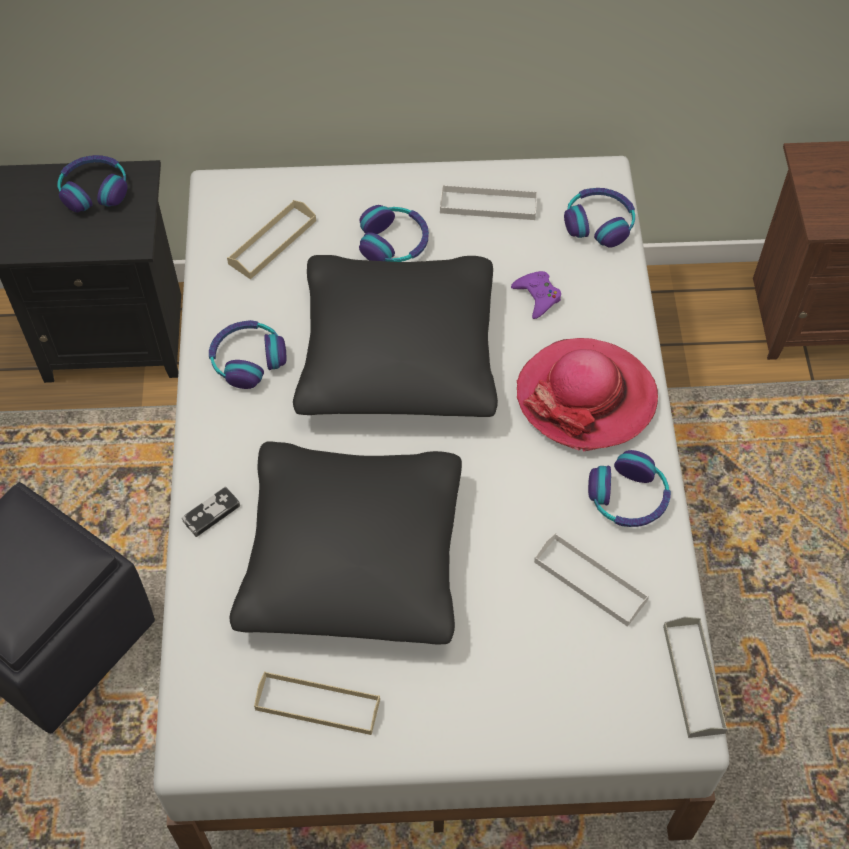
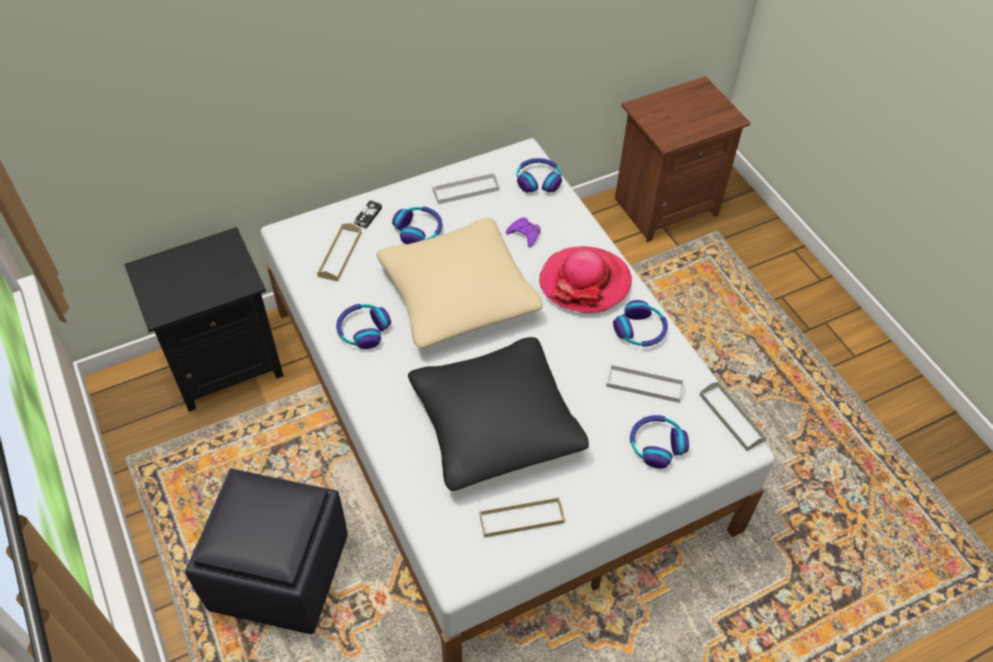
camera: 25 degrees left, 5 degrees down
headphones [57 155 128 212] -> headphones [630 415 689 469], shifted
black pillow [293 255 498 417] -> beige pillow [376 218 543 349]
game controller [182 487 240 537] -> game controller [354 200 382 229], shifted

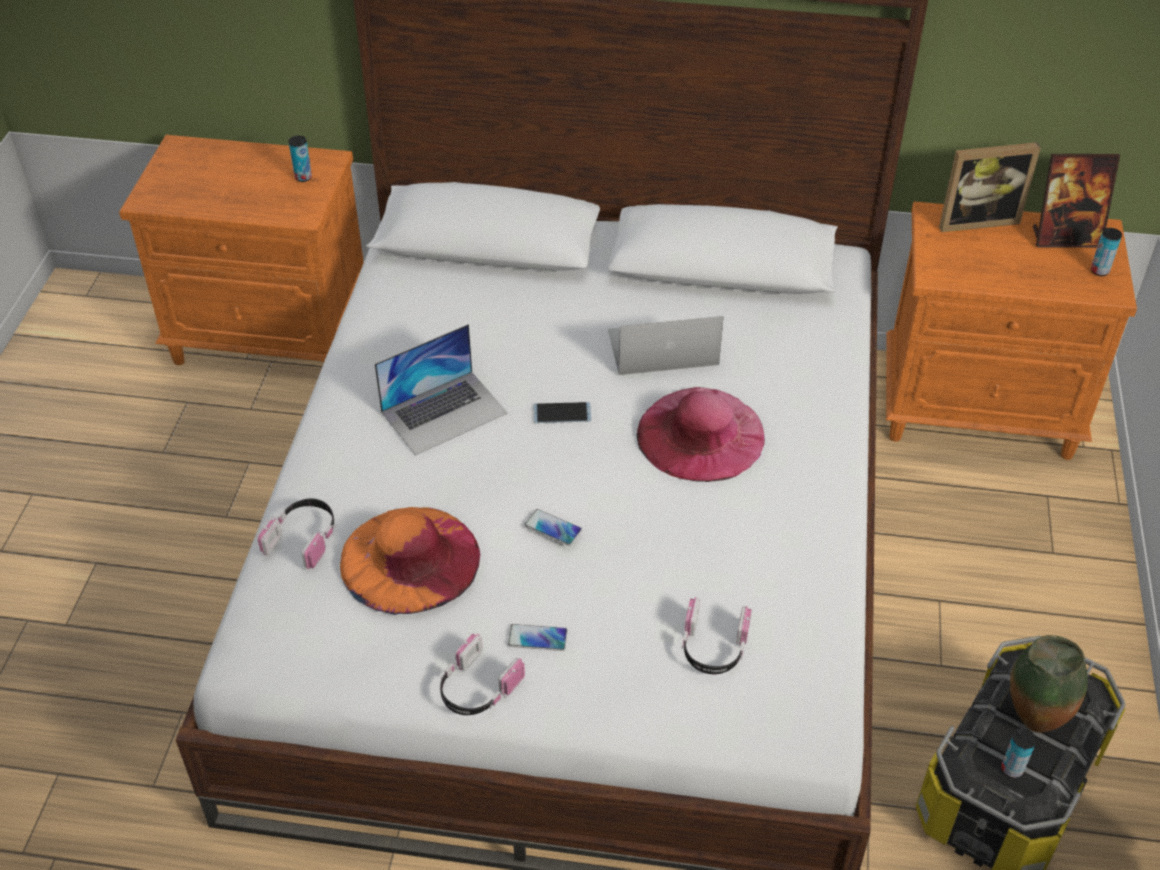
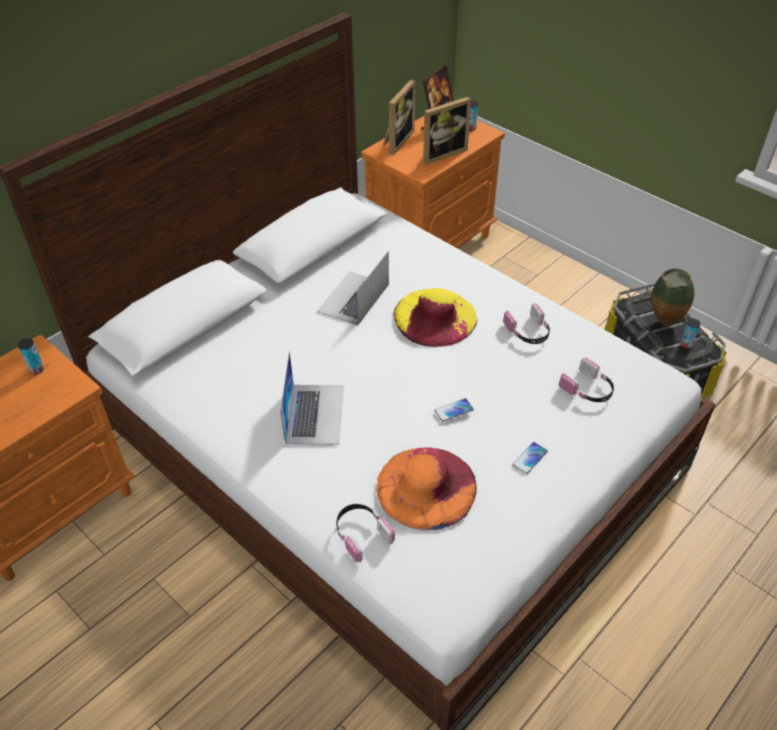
camera: 55 degrees left, 0 degrees up
pink hat [636 387 765 482] -> yellow hat [393 288 477 347]
phone [534 402 591 423] -> none
headphones [440 634 525 715] -> headphones [503 303 550 344], shifted
none -> picture frame [423 97 471 165]

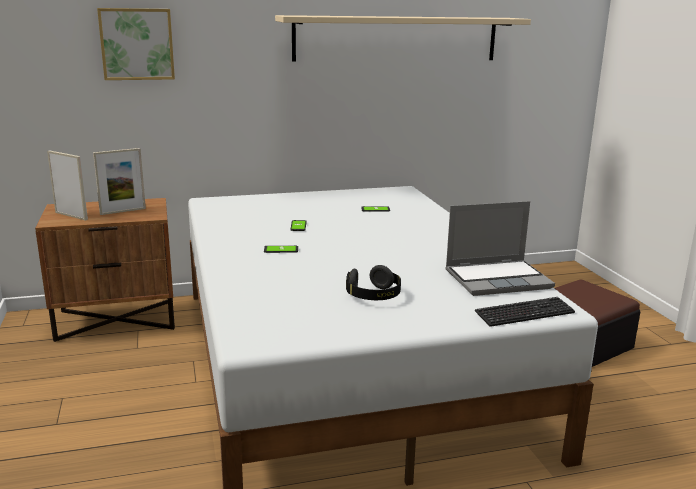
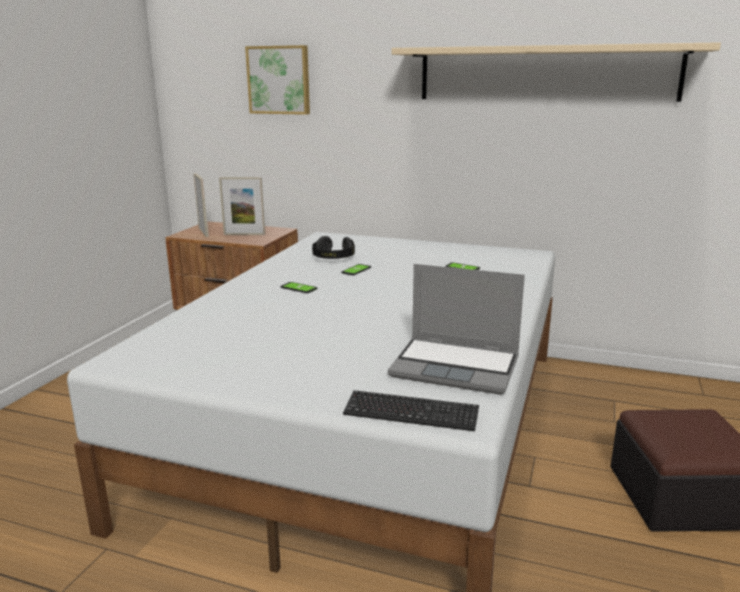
camera: 35 degrees right, 0 degrees up
black headphones [346 265 401 300] -> black headphones [312 236 355 259], shifted

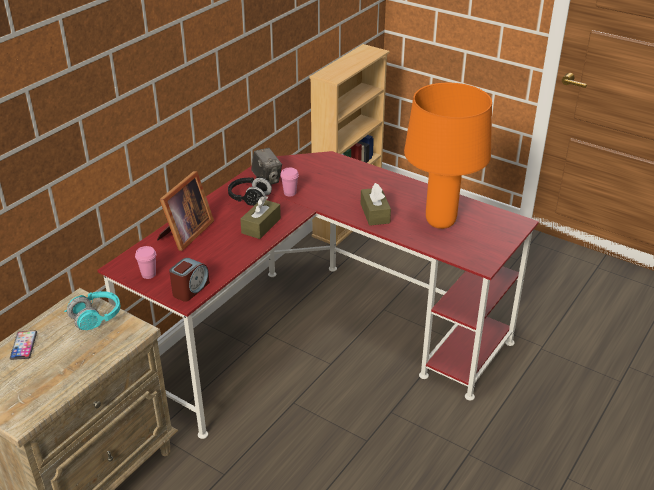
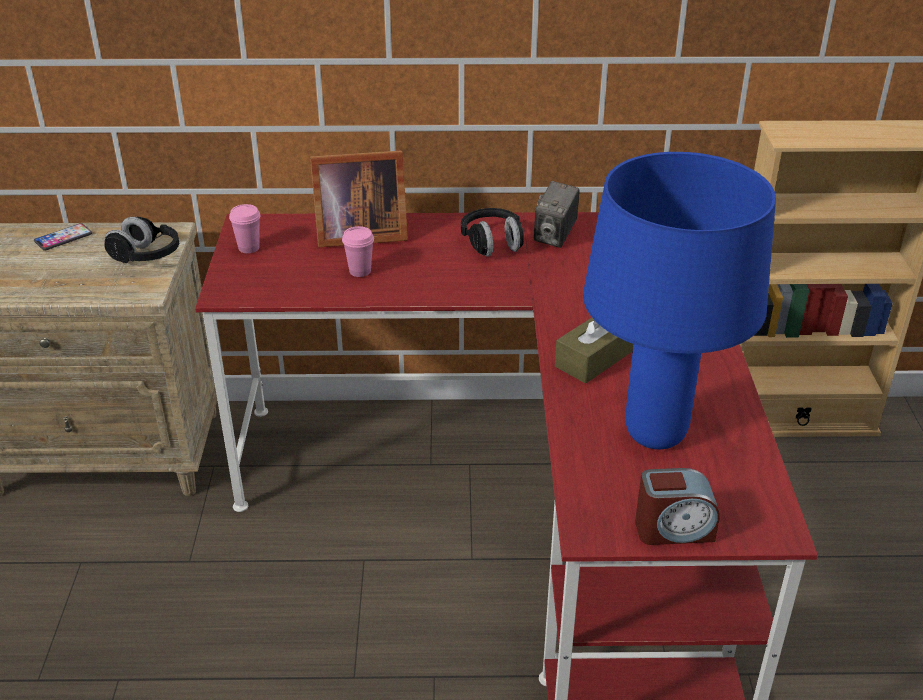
camera: 55 degrees right, 0 degrees up
orange table lamp [404 83 492 229] -> blue table lamp [583 152 776 449]
pink cup [280 168 299 196] -> pink cup [342 226 374 277], shifted
brown tissue box [240 195 281 239] -> none
alarm clock [169 258 210 302] -> alarm clock [635 468 720 545], shifted
turquoise headphones [64 291 120 330] -> black headphones [105 217 179 263]

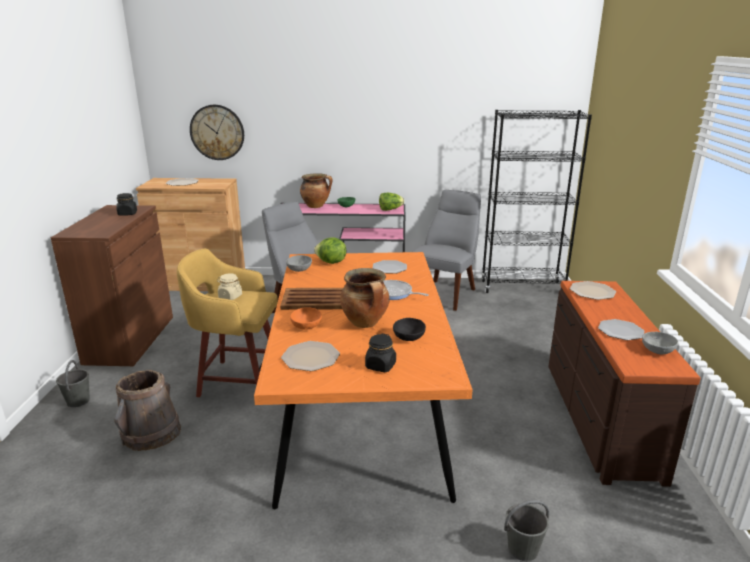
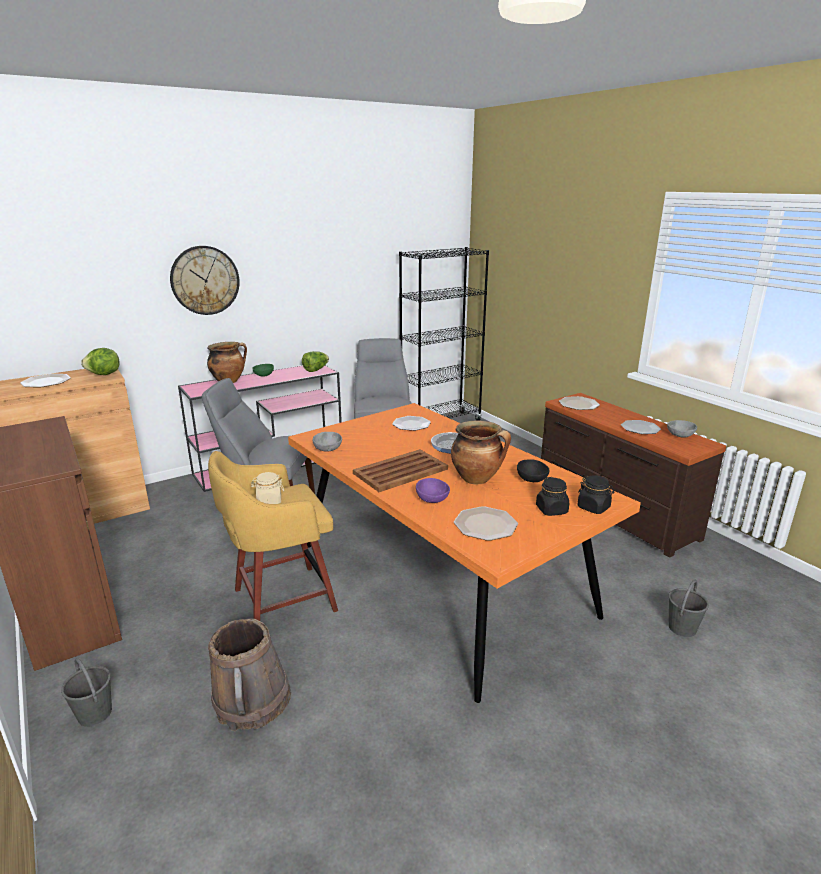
camera: 35 degrees left, 0 degrees up
wall clock [190 105 244 160] -> wall clock [170 246 240 315], shifted
black jar [116 193 137 216] -> black jar [578 475 614 514], shifted
lettuce [314 237 346 264] -> lettuce [81 348 120 375], shifted
orange bowl [290 307 322 330] -> purple bowl [416 478 450 503]

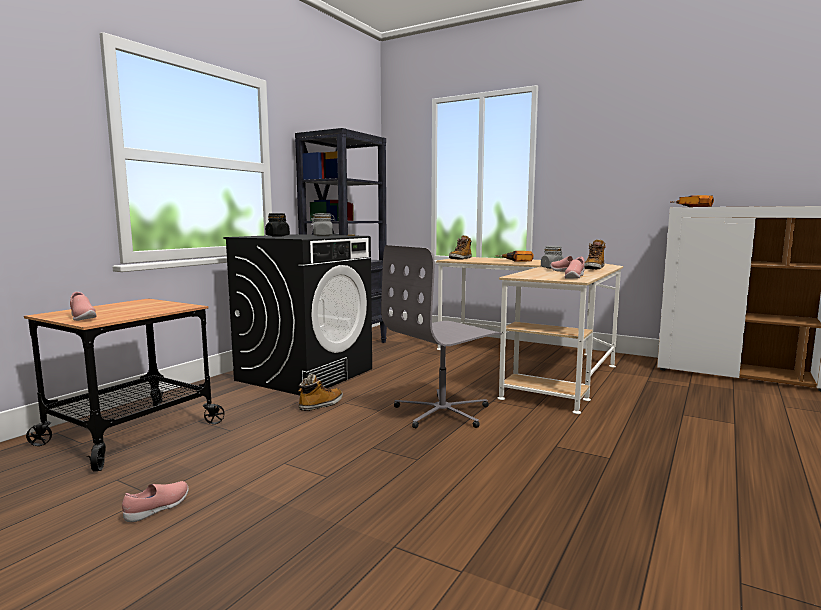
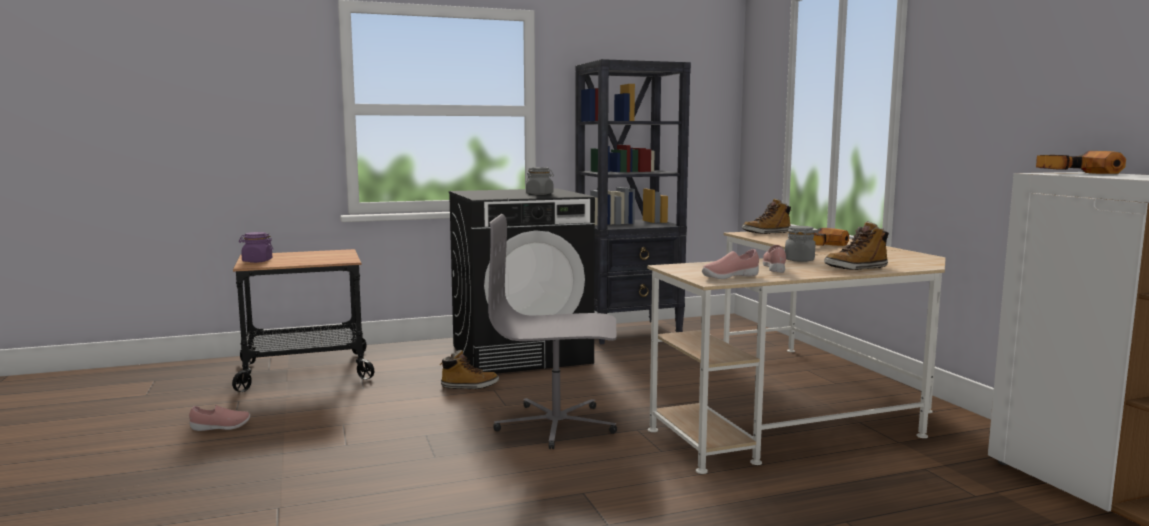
camera: 40 degrees right, 0 degrees up
black jar [265 213 290 237] -> none
pink shoe [70 292 97 321] -> purple jar [239 232 274 263]

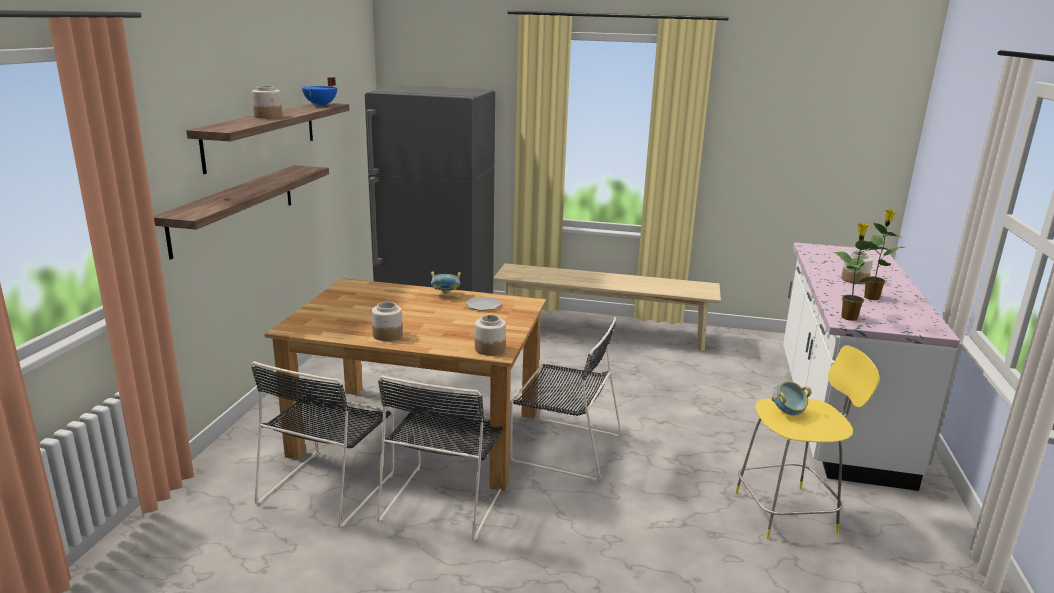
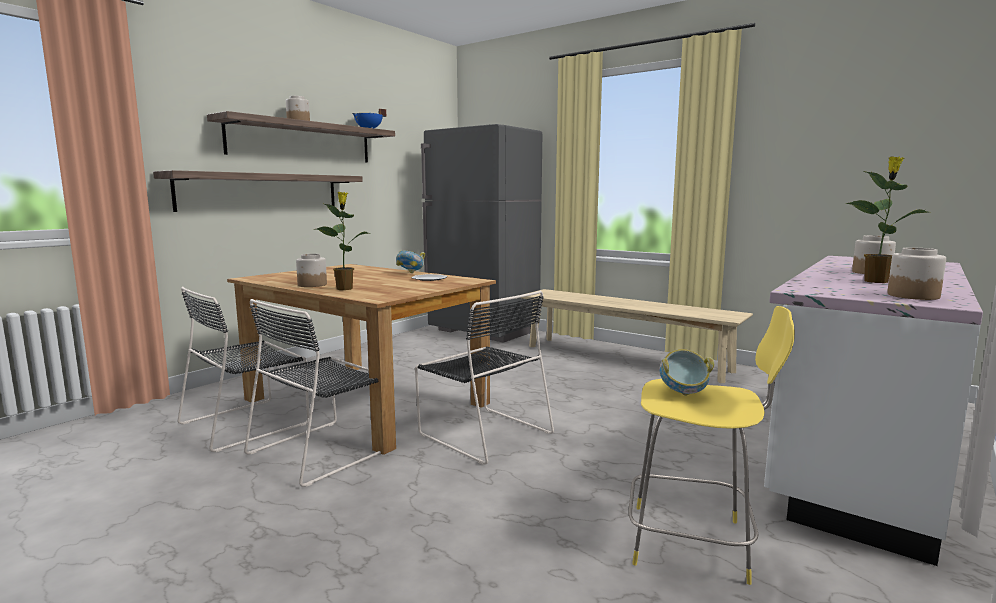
camera: 25 degrees right, 10 degrees down
potted plant [834 223 890 321] -> potted plant [314 192 369 290], shifted
jar [475 315 506 356] -> jar [887 247 946 300], shifted

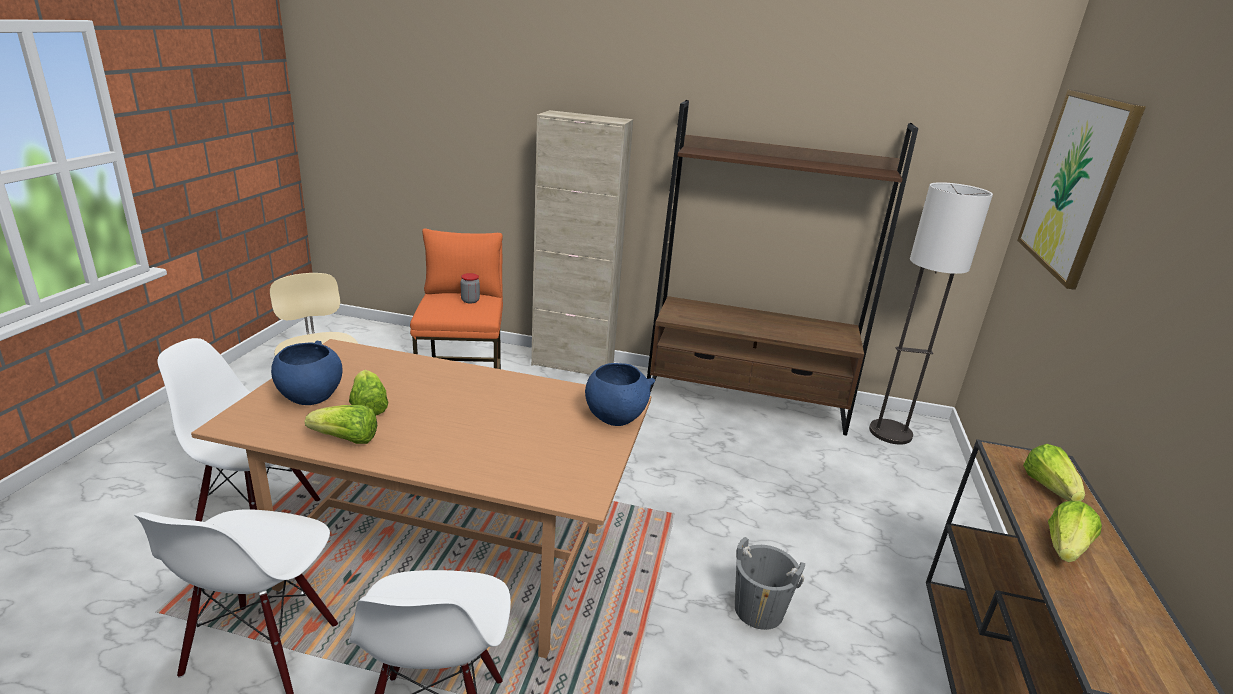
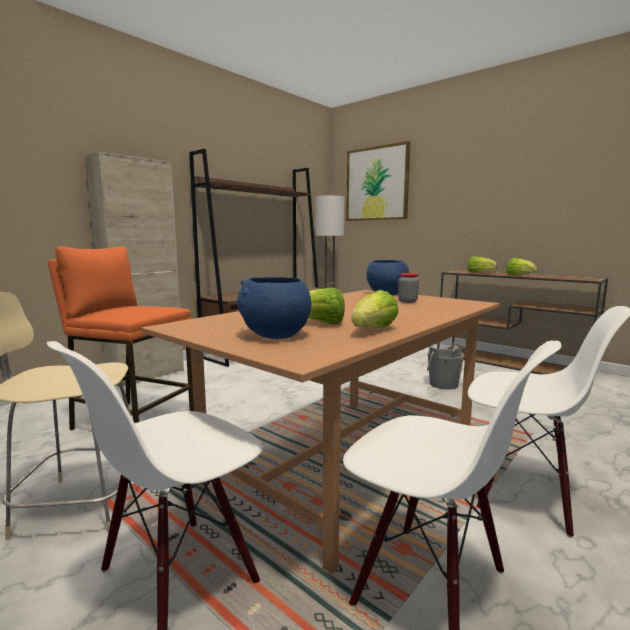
camera: 60 degrees left, 15 degrees down
jar [460 273 480 304] -> jar [398 273 419 303], shifted

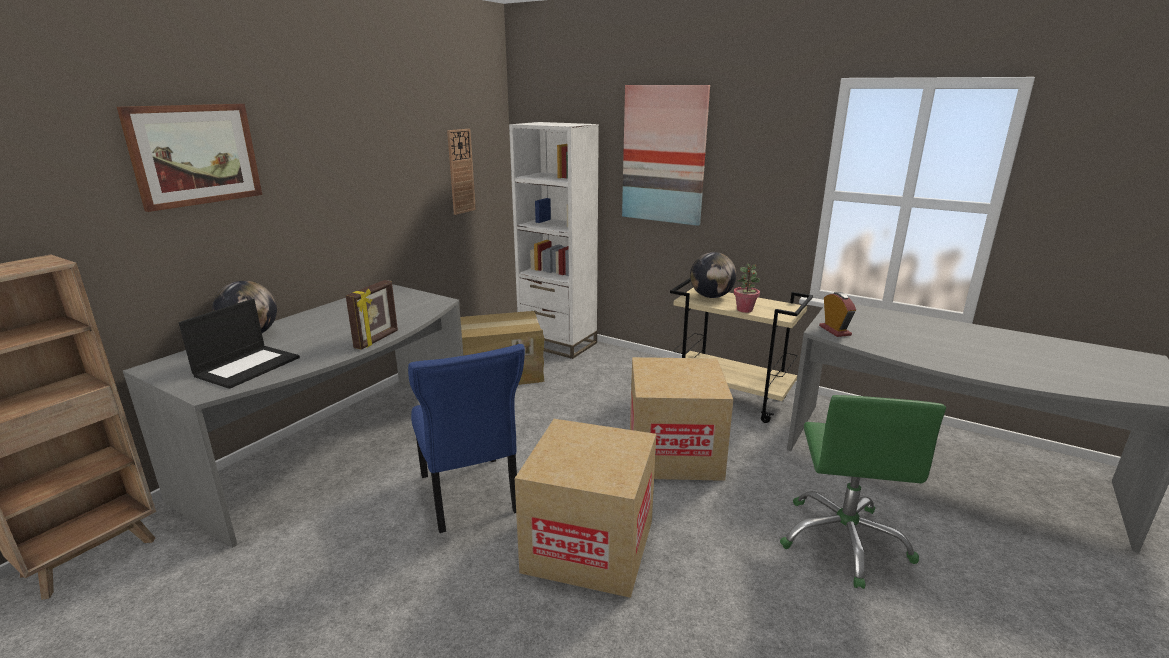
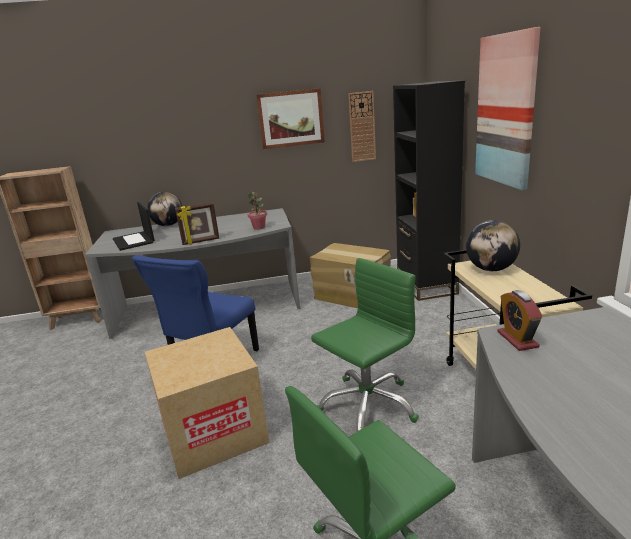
camera: 50 degrees right, 0 degrees up
picture [117 104 262 212] -> picture [256 88 325 149], shifted
white bookcase [509 122 599 359] -> black bookcase [393 81 465 301]
potted plant [733 263 760 313] -> potted plant [247 192 267 230], shifted
alarm clock [819 292 856 337] -> alarm clock [497 290 542 351], 135 degrees clockwise
laptop [179 299 300 389] -> laptop [113 202 155 251], 75 degrees clockwise
cardboard box [630 357 734 481] -> green office chair [311 258 419 432]

